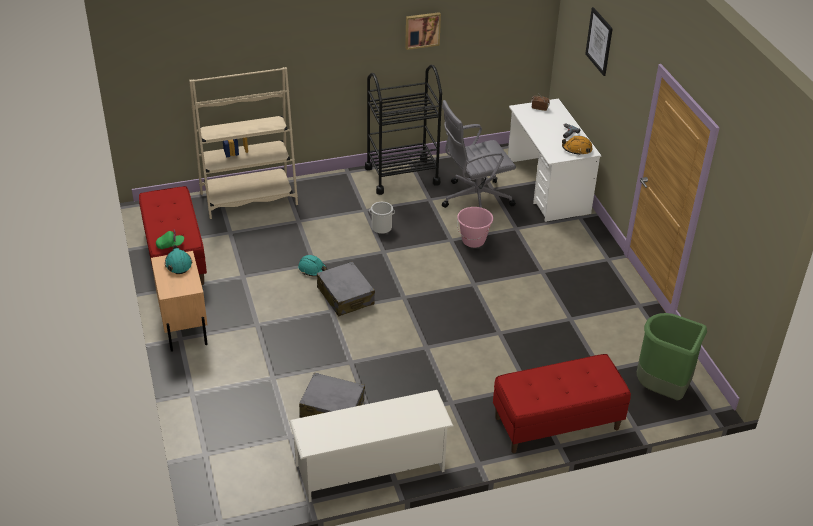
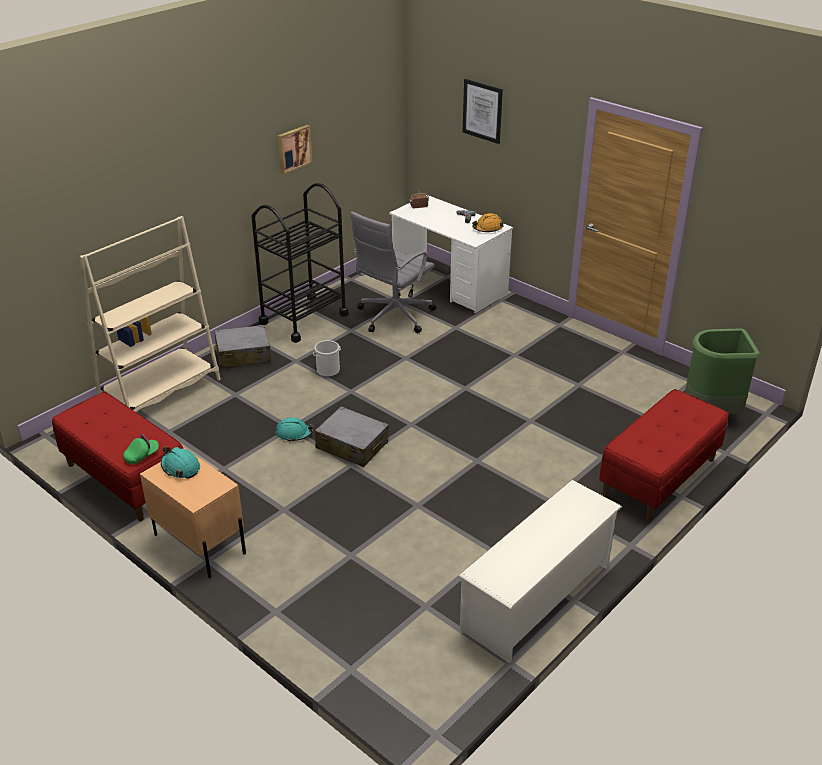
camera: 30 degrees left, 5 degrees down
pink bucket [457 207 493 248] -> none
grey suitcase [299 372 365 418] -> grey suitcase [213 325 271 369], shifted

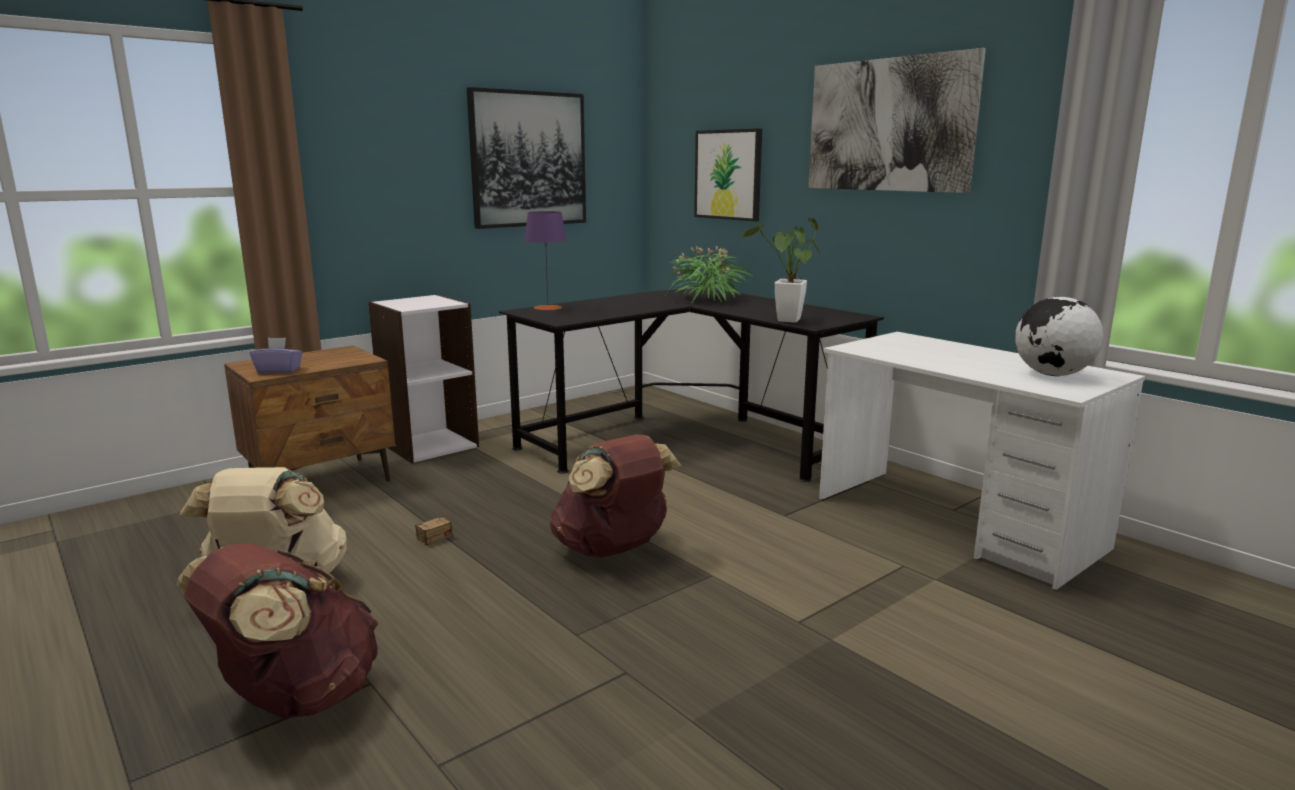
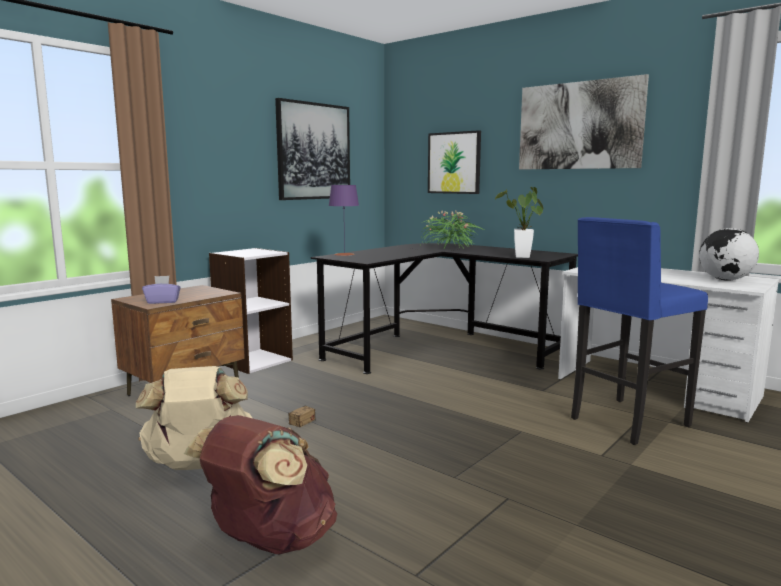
camera: 10 degrees left, 5 degrees down
brown backpack [550 435 682 558] -> none
none -> blue stool [571 217 708 445]

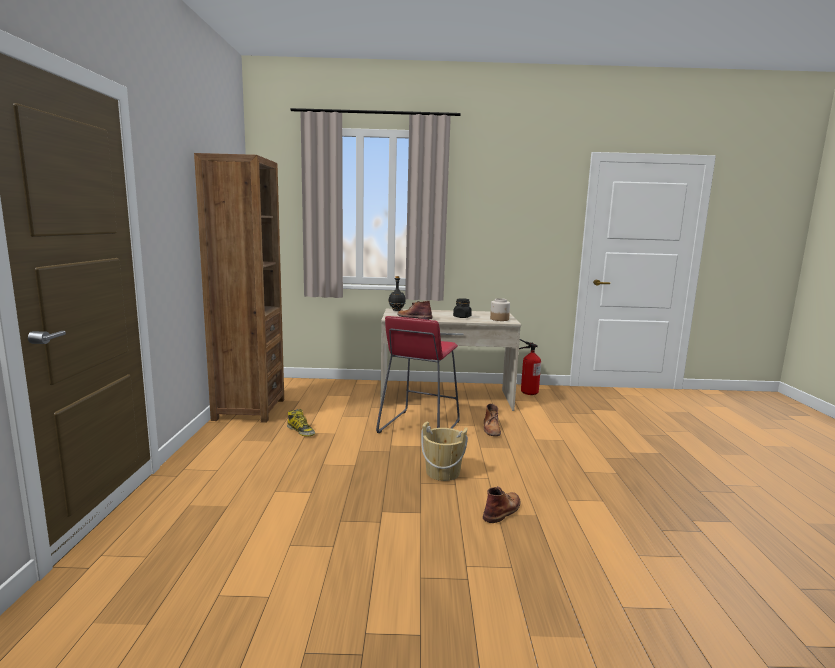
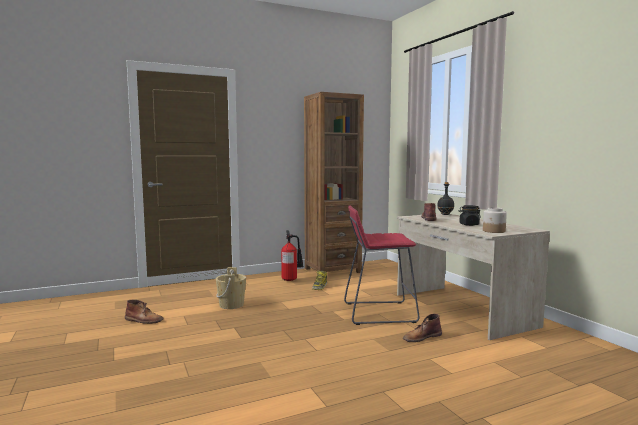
camera: 65 degrees right, 5 degrees down
fire extinguisher [519 339 541 395] -> fire extinguisher [281 230 304 281], shifted
beige bucket [421 422 468 481] -> beige bucket [216 267 246 309], shifted
brown boot [483 486 521 523] -> brown boot [125 300 163 324], shifted

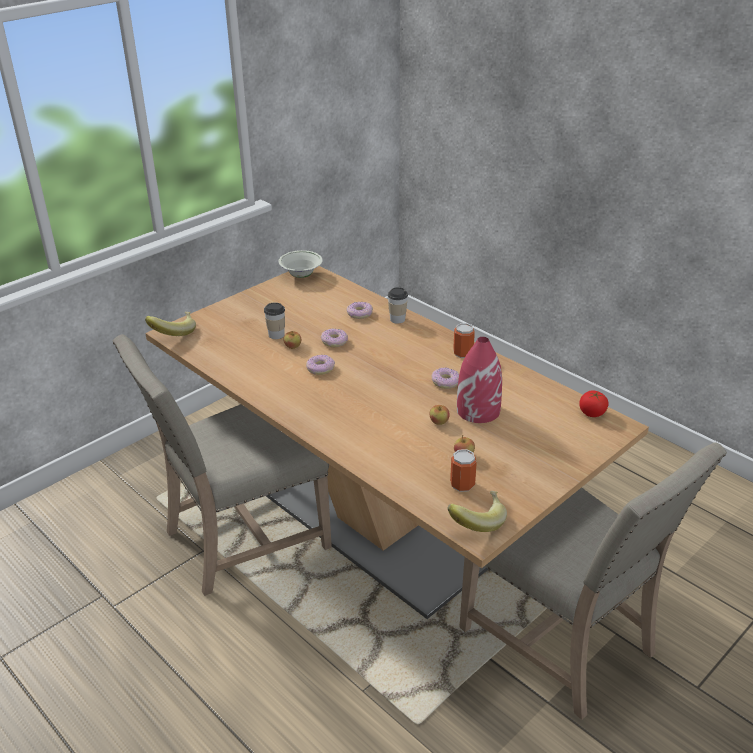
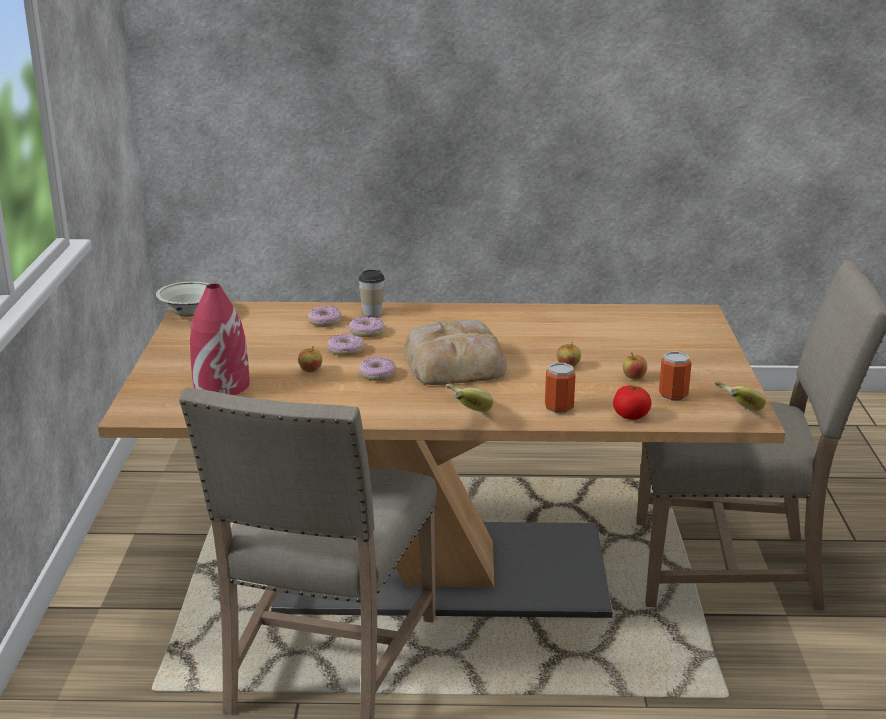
camera: 45 degrees left, 10 degrees down
cup [264 302 285 339] -> none
banana [145 312 196 336] -> banana [446 384 493 412], shifted
can [453 323 475 358] -> can [545 363 576 414], shifted
red vase [457 337 502 423] -> red vase [190 284 249 395], shifted
donut [432 367 459 389] -> donut [349 316 385 337], shifted
tomato [579 390 609 417] -> tomato [613 385 651 420], shifted
none -> bread [404 320 507 385]

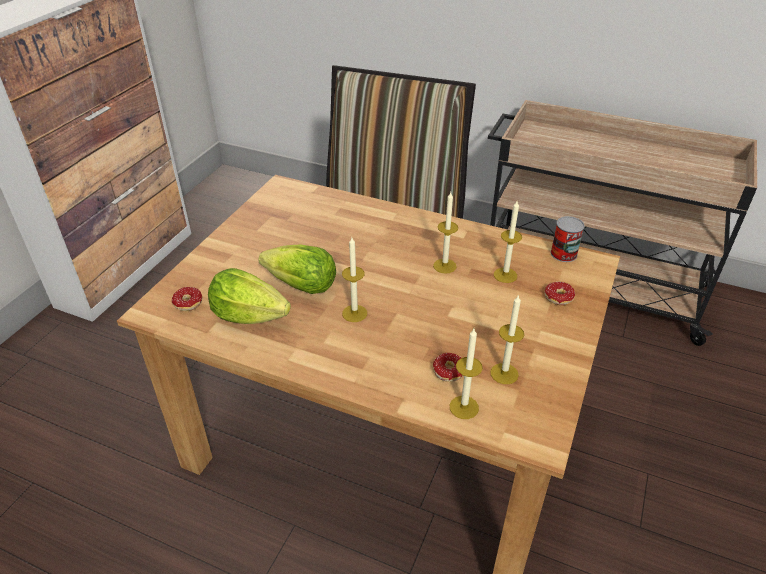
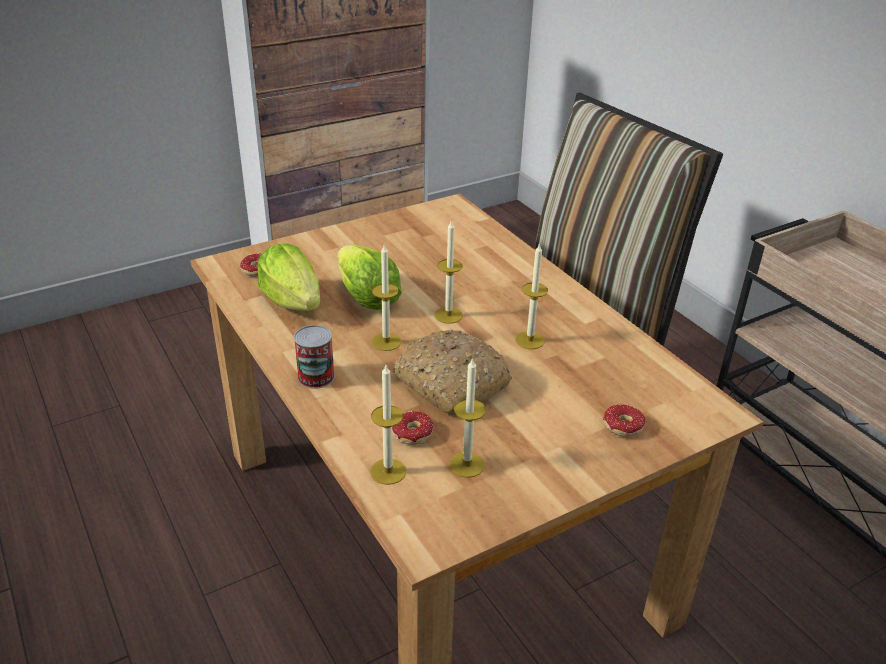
camera: 35 degrees right, 5 degrees down
candle [494 201 522 283] -> candle [434 220 463 324], shifted
can [551 216 585 262] -> can [294 325 335 389], shifted
none -> bread [393 329 512 415]

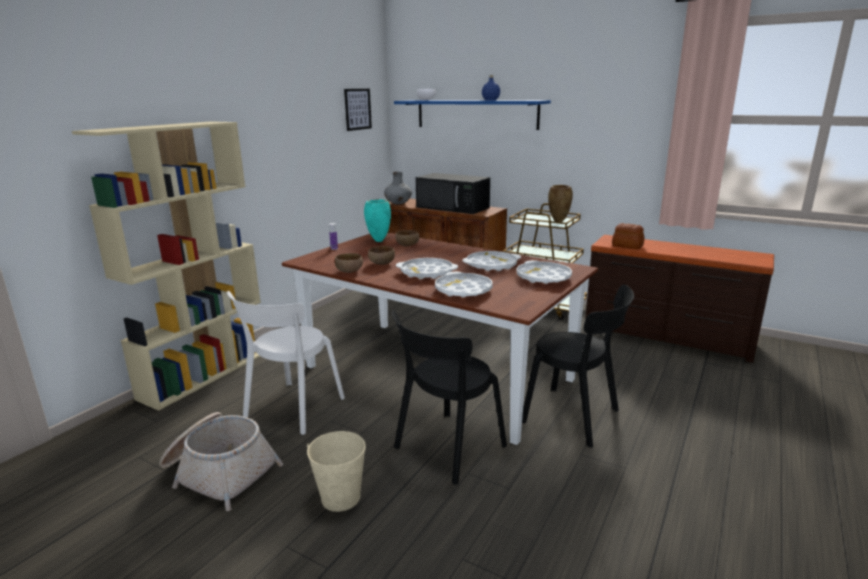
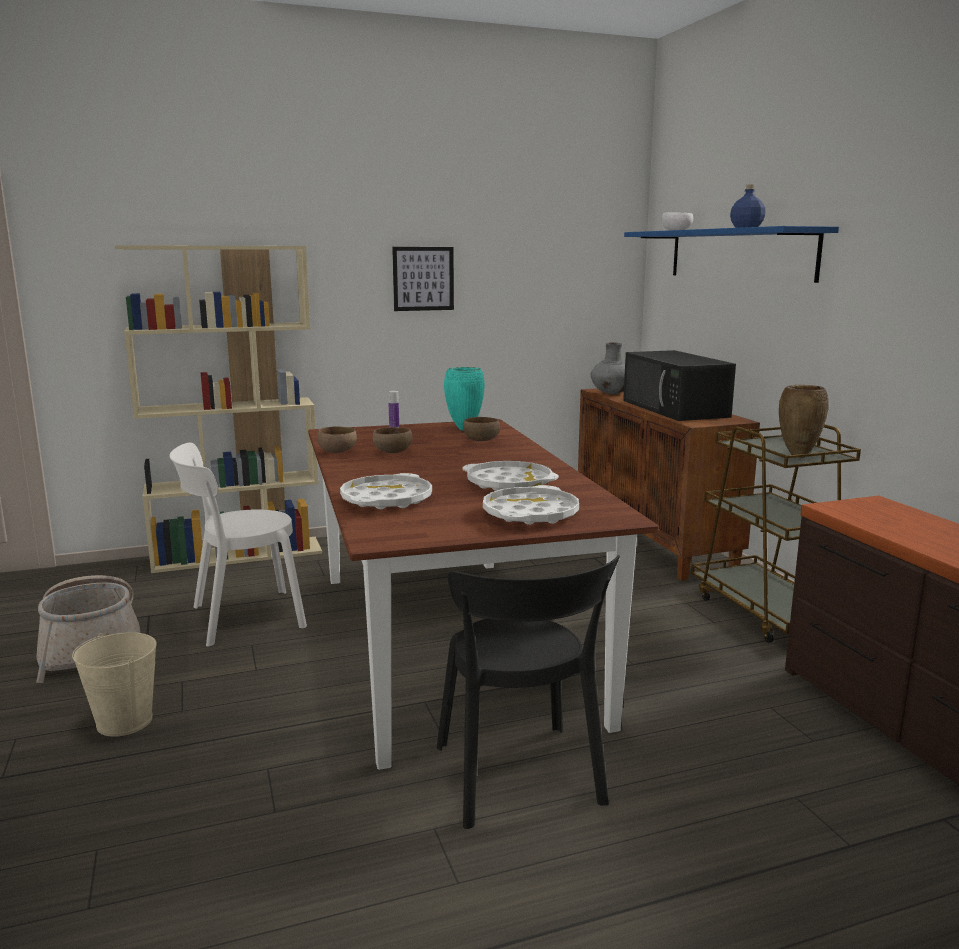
camera: 40 degrees right, 5 degrees down
picture [344 89 372 131] -> picture [392 247 454 311], shifted
bread [612 223 644 249] -> none
white tray [396 258 458 279] -> none
black chair [392 310 507 485] -> none

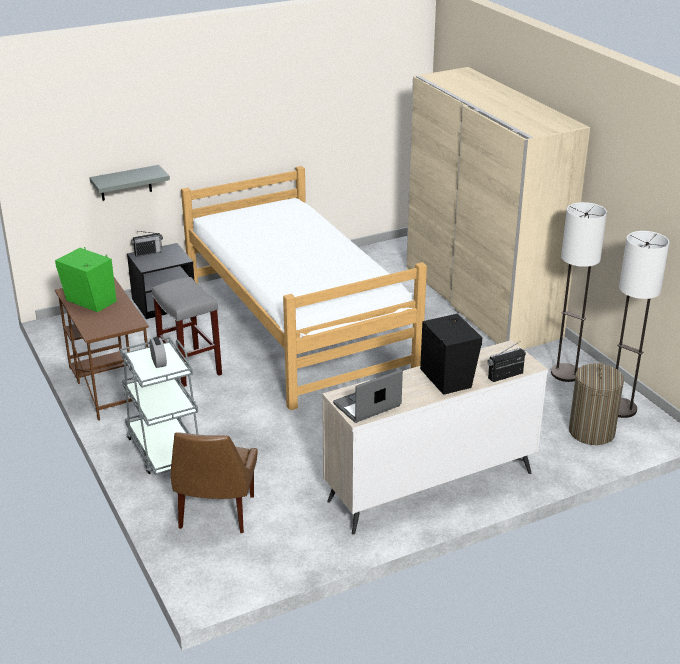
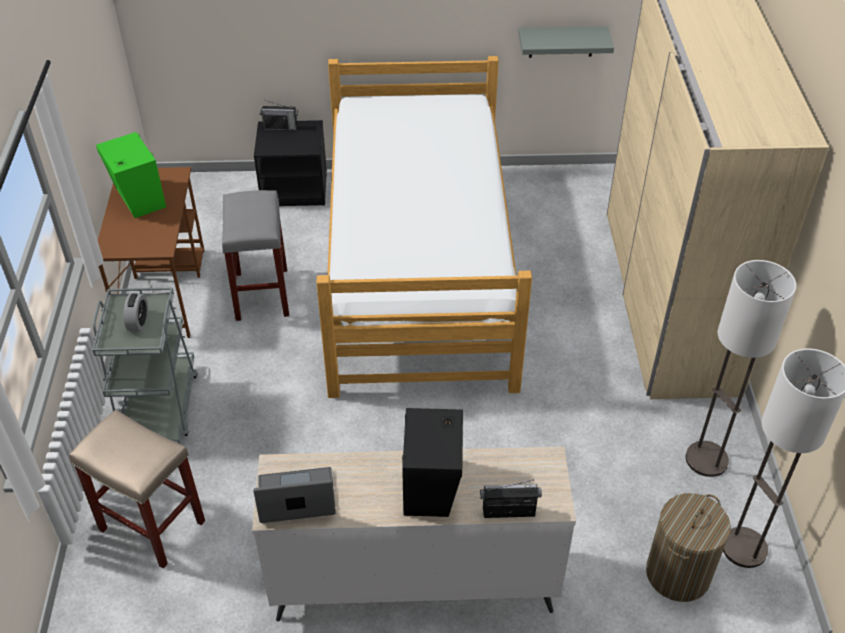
camera: 25 degrees right, 15 degrees up
grey shelf [89 165 170 201] -> grey shelf [518 26 614 58], shifted
brown chair [171 432 257 533] -> beige stool [69 410 205 569]

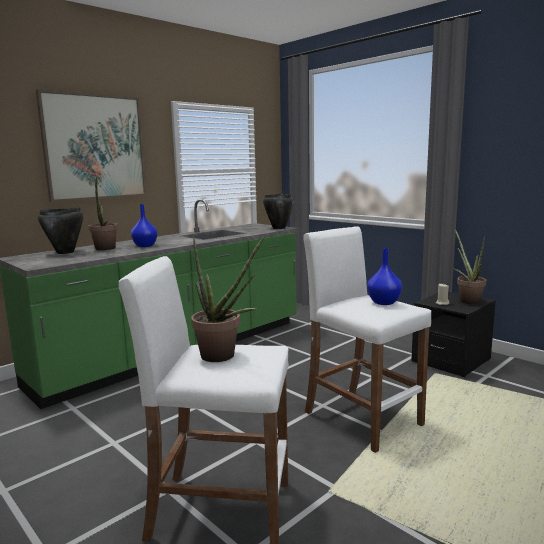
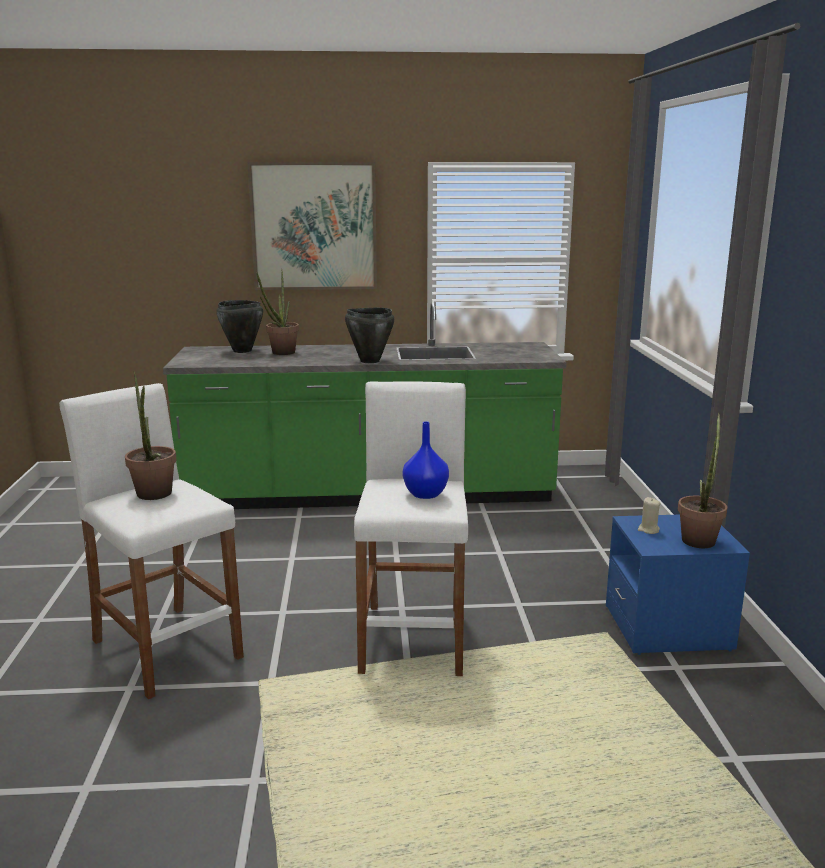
camera: 40 degrees right, 5 degrees up
black cooking pot [263 194 294 229] -> black cooking pot [345 308 394 363], shifted
blue vase [131 204 158 247] -> none
black nightstand [411 292 496 377] -> blue nightstand [606 515 750 655]

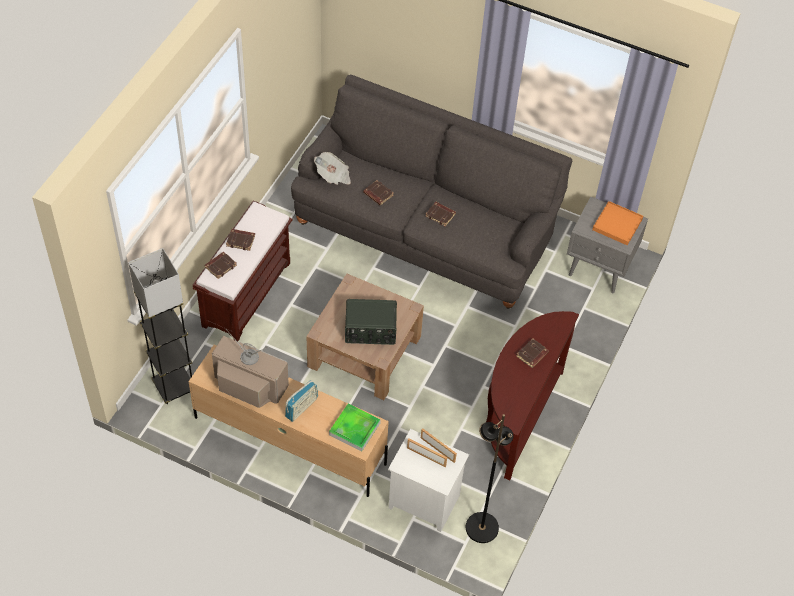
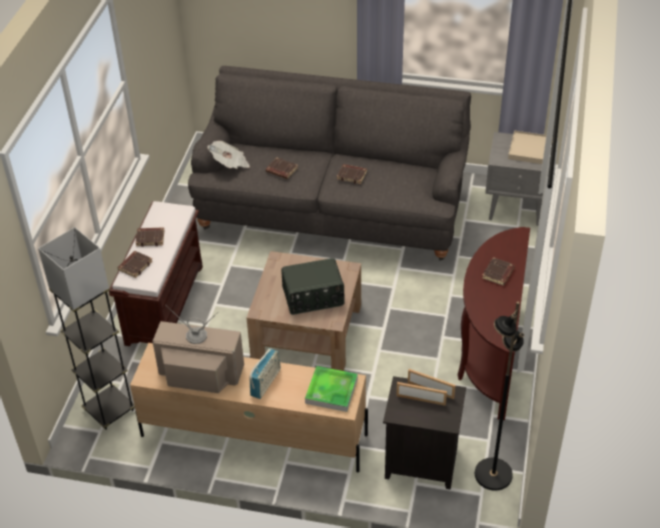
camera: 10 degrees left, 10 degrees down
orange tray [592 201 643 245] -> beige tray [508 130 553 164]
white nightstand [388 429 469 532] -> black nightstand [383 376 466 490]

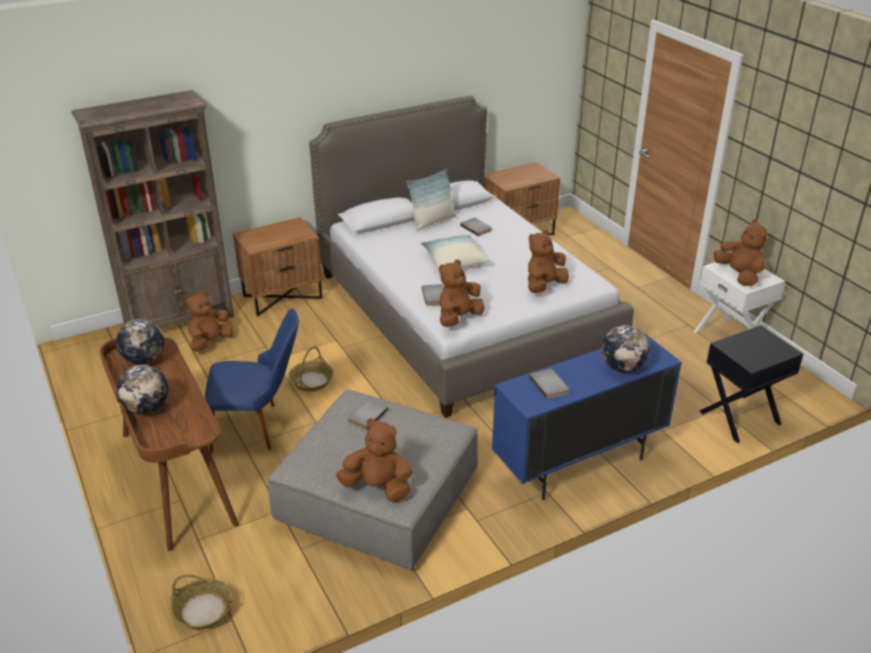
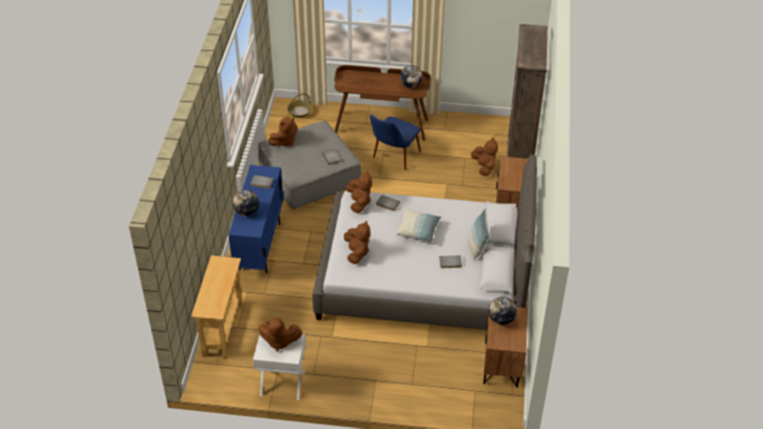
camera: 125 degrees right, 10 degrees up
black nightstand [699 325 803 443] -> beige console table [191 255 243 359]
basket [288 346 334 392] -> none
globe [117 365 169 414] -> globe [488 297 517 325], shifted

